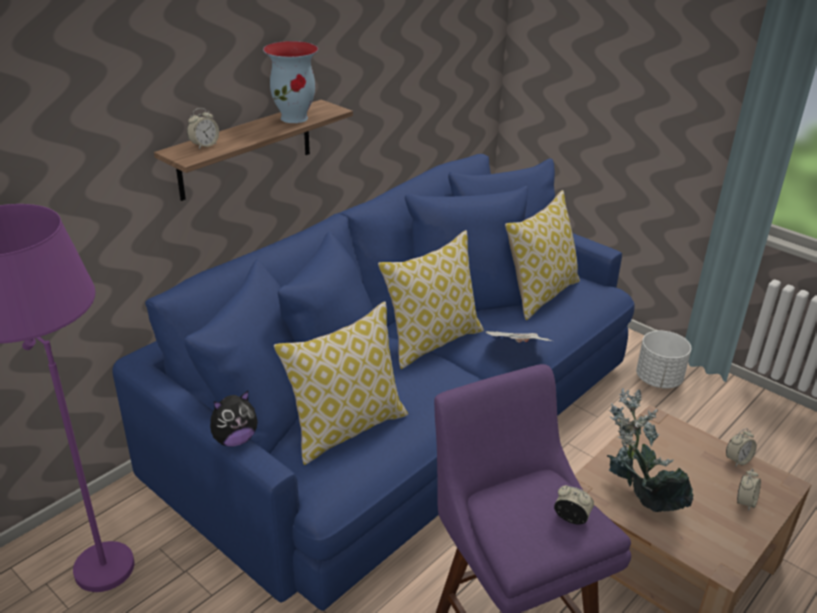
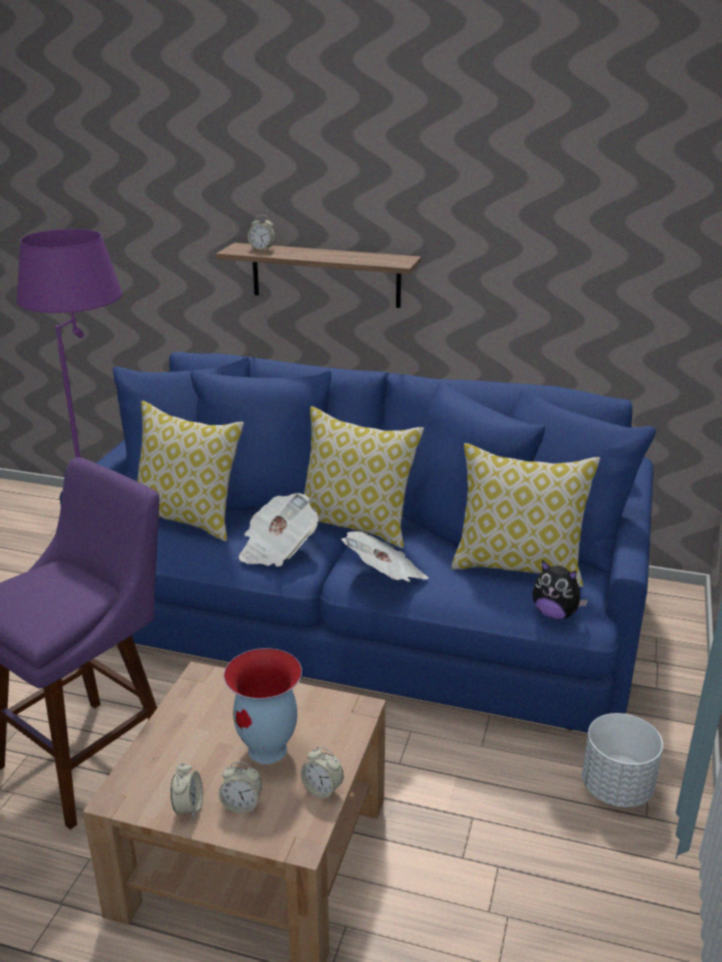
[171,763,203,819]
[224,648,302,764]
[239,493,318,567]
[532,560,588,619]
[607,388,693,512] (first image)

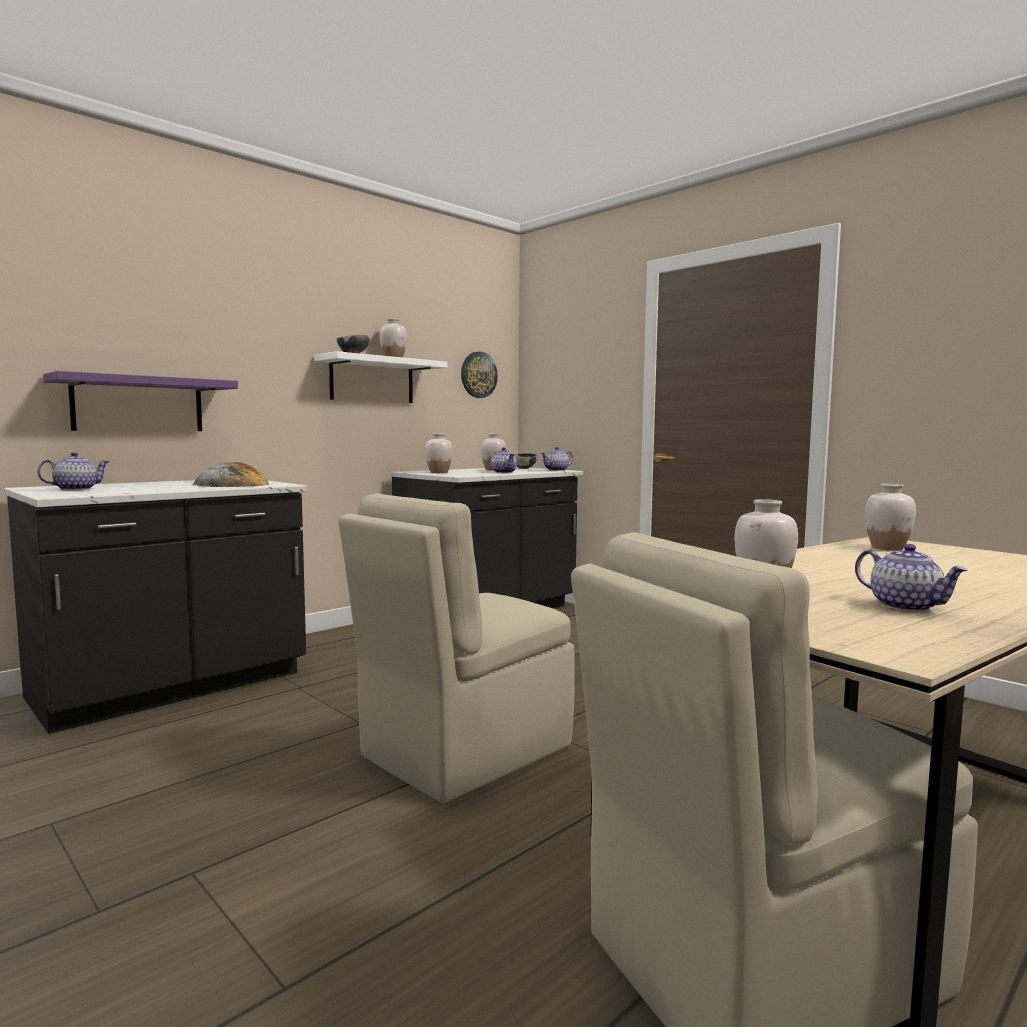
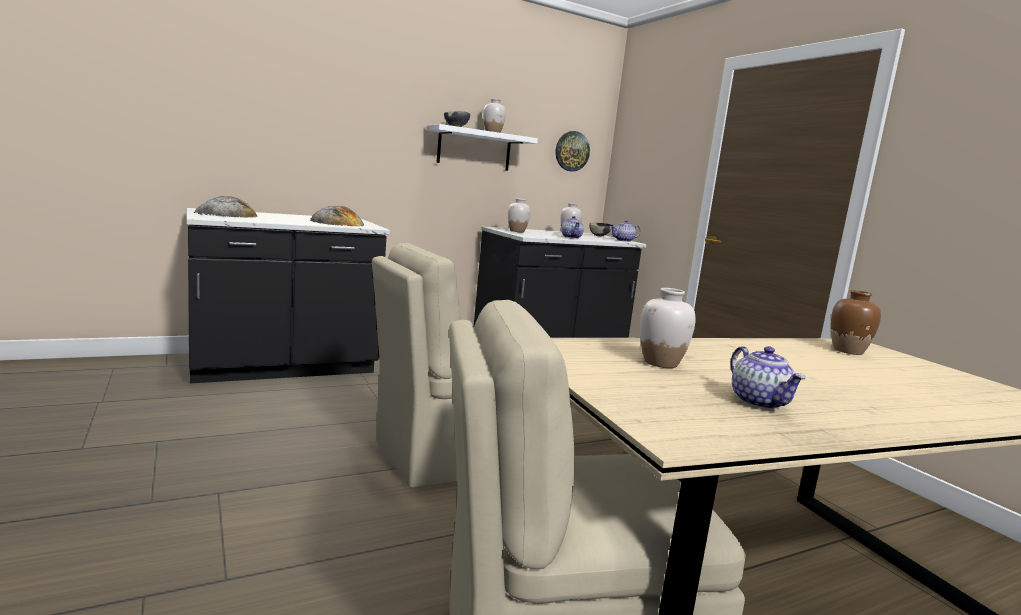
[194,196,257,217]
[831,290,881,355]
[43,371,238,431] (first image)

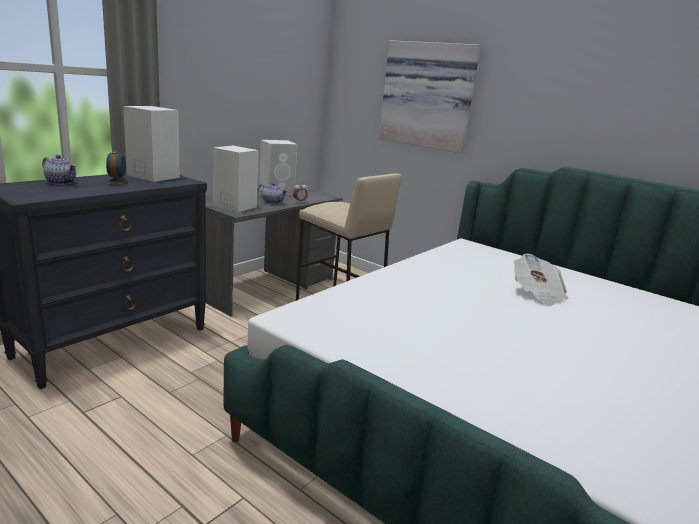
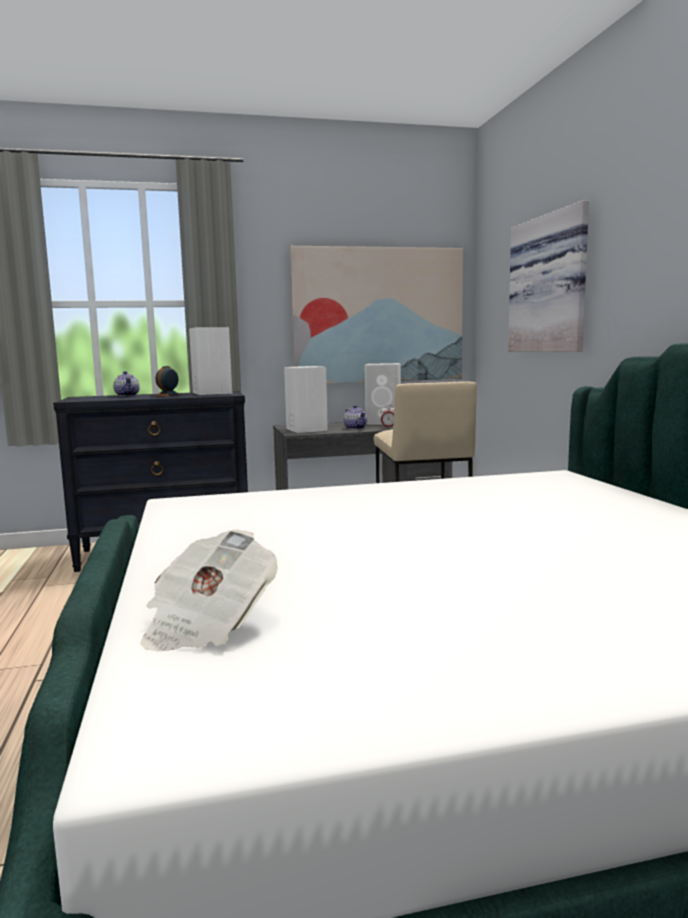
[141,530,278,651]
[290,246,463,383]

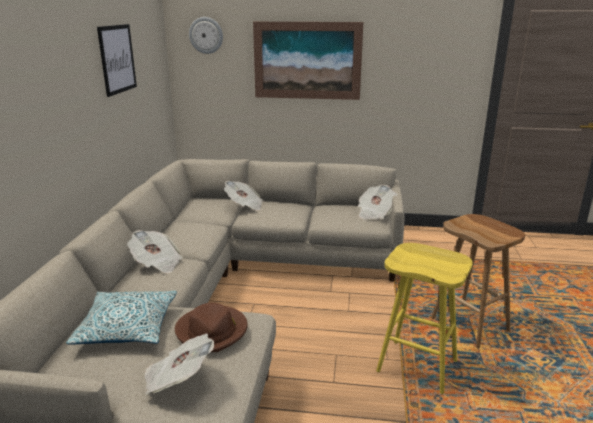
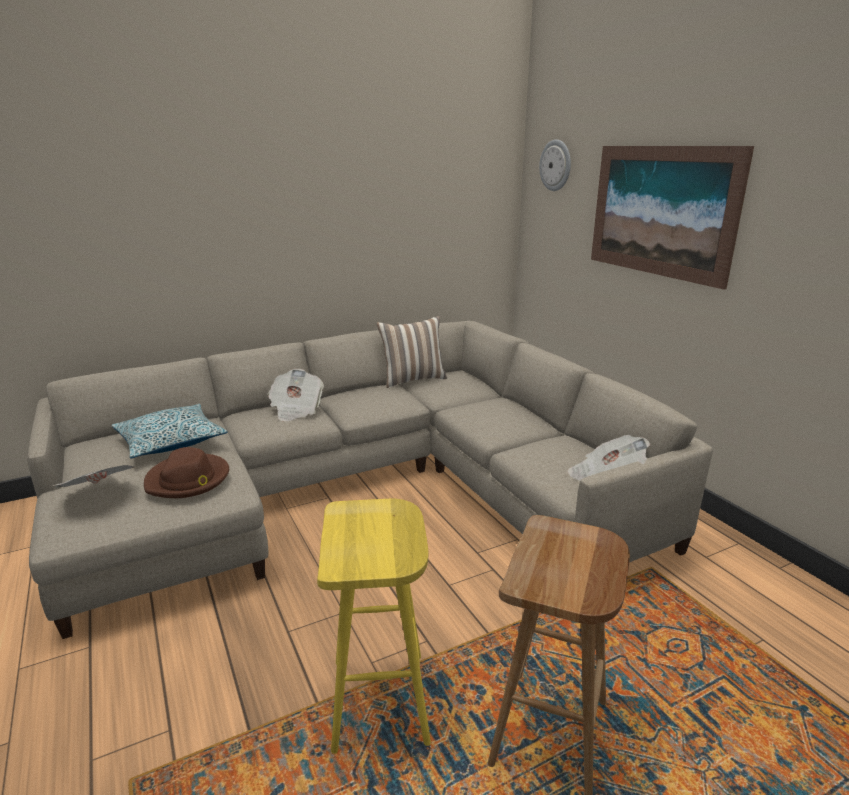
[377,316,447,388]
[97,24,137,97] (first image)
[224,181,263,211] (first image)

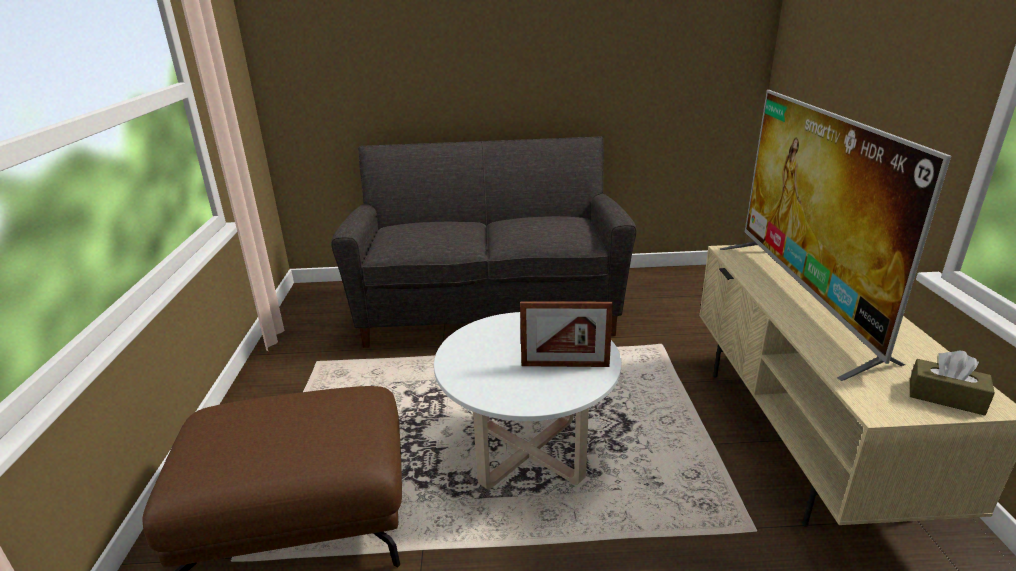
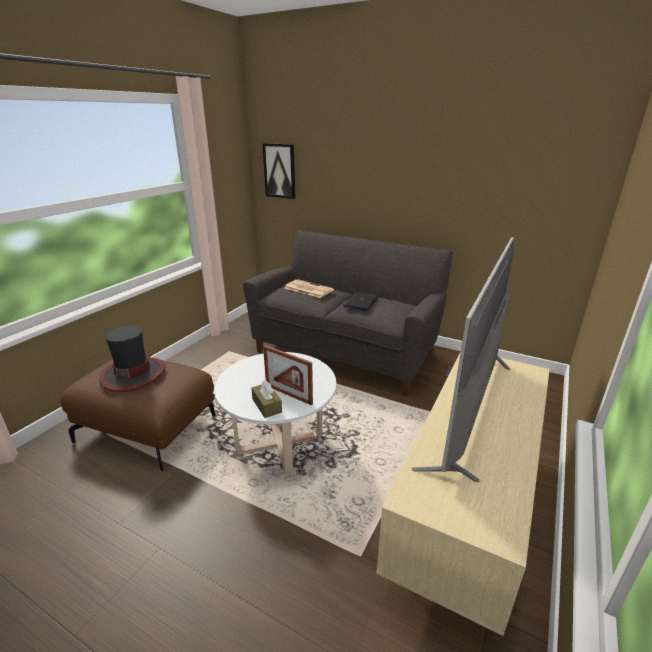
[99,326,166,392]
[251,380,282,418]
[262,143,295,199]
[284,279,334,298]
[343,292,379,311]

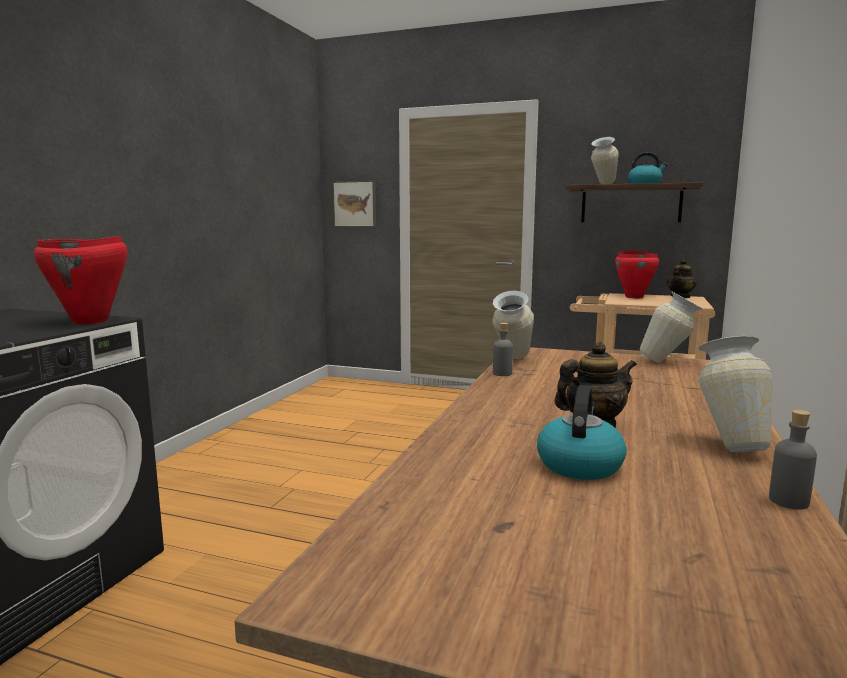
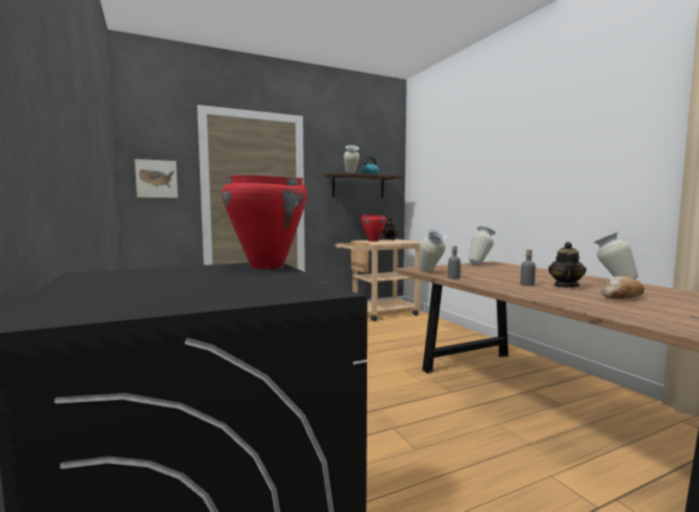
[520,250,536,286]
[600,276,644,299]

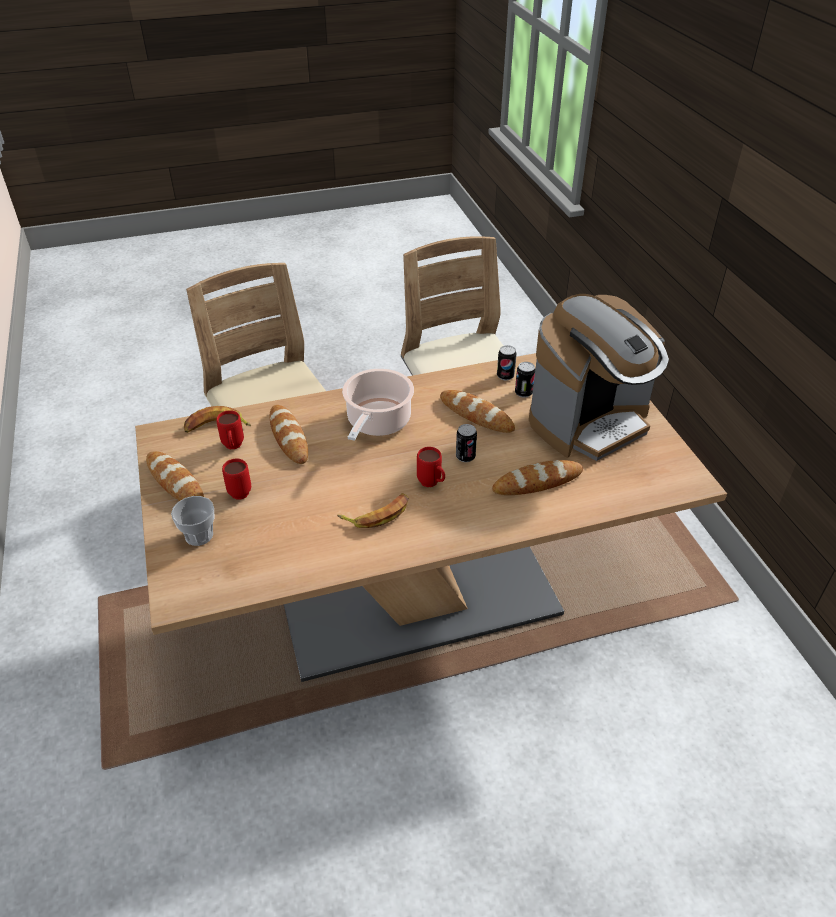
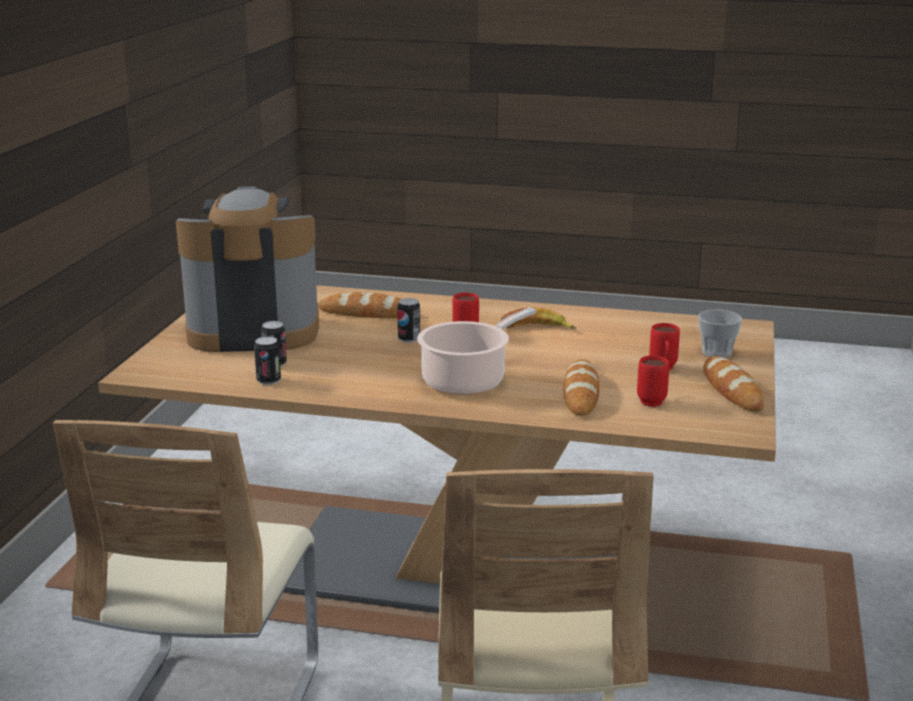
[184,406,251,433] (first image)
[440,390,515,433] (first image)

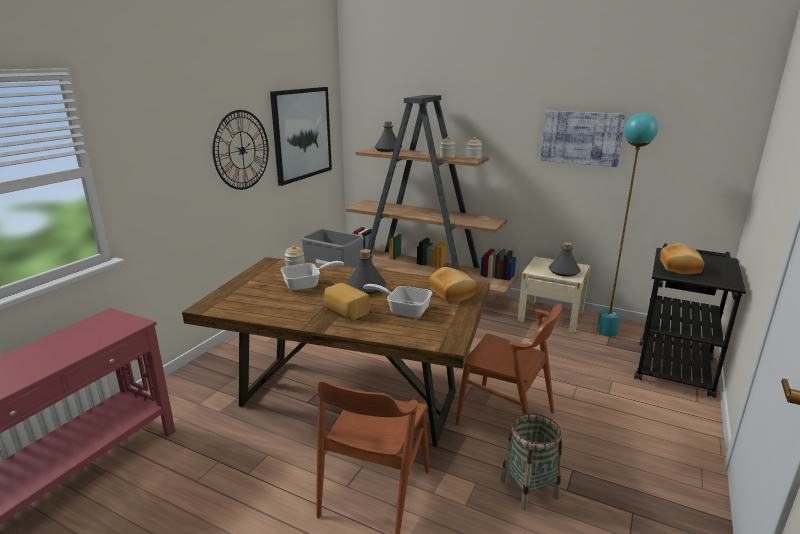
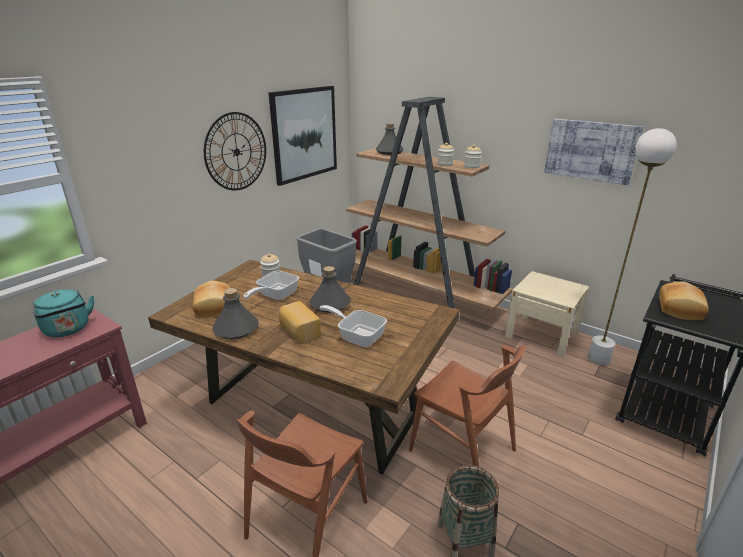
[32,289,94,337]
[193,281,231,318]
[212,288,259,339]
[244,271,299,300]
[588,128,677,366]

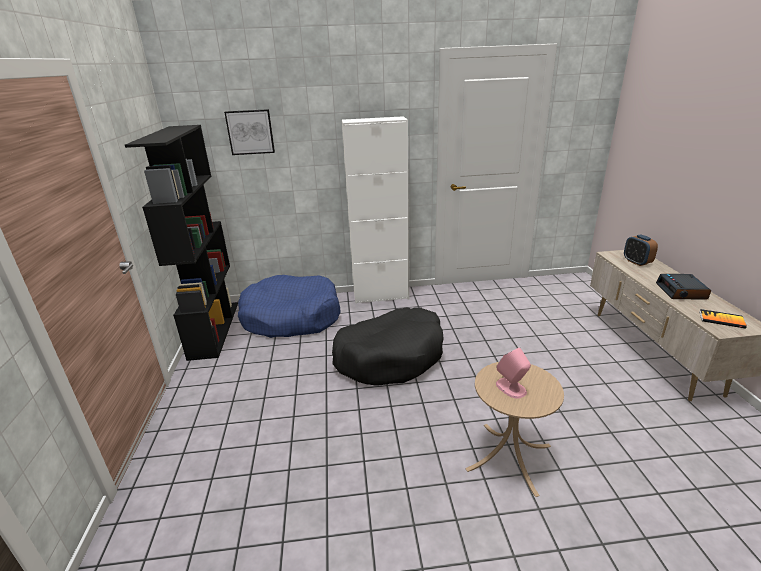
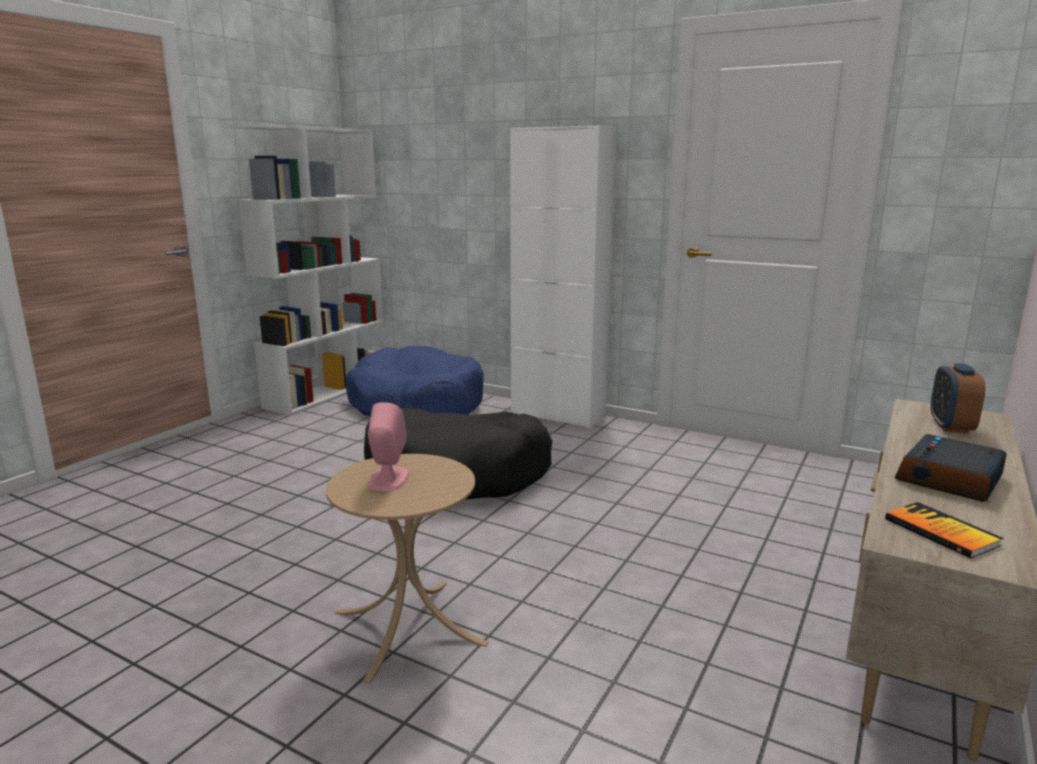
[230,123,383,416]
[224,109,275,155] (first image)

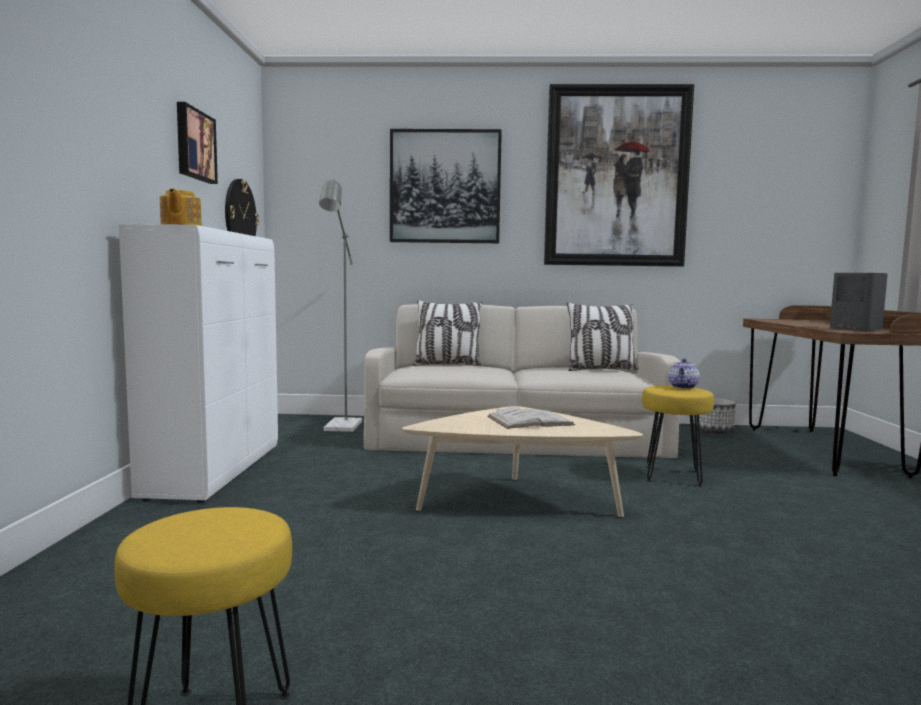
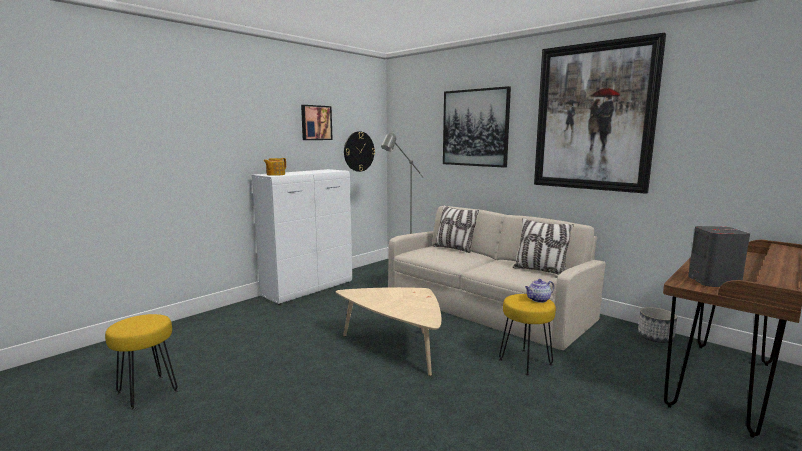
[487,407,575,429] (first image)

